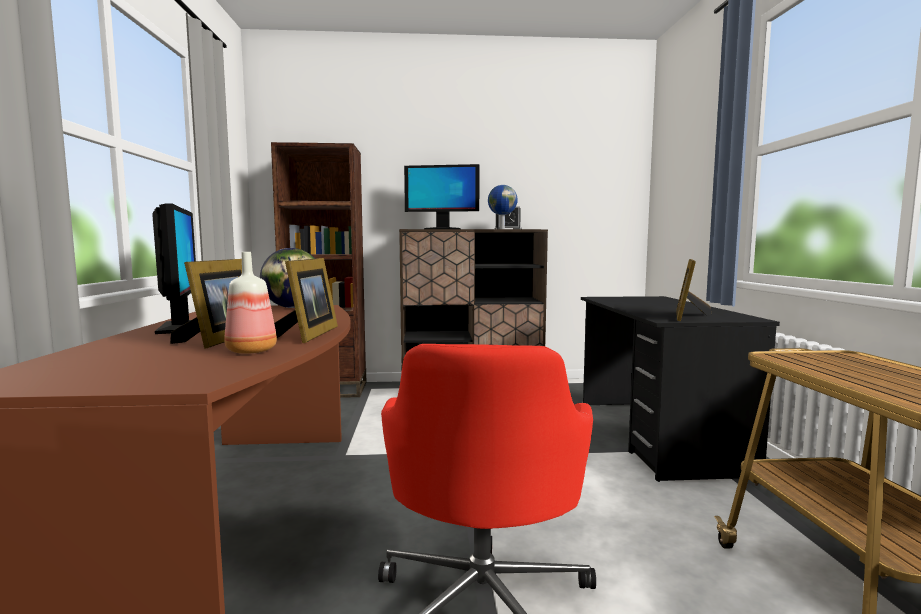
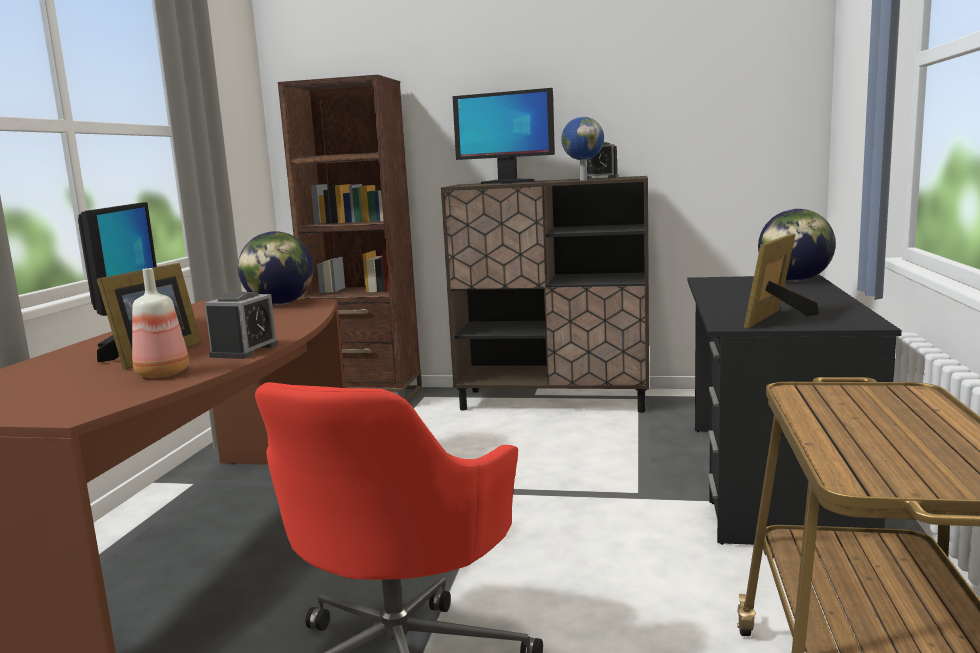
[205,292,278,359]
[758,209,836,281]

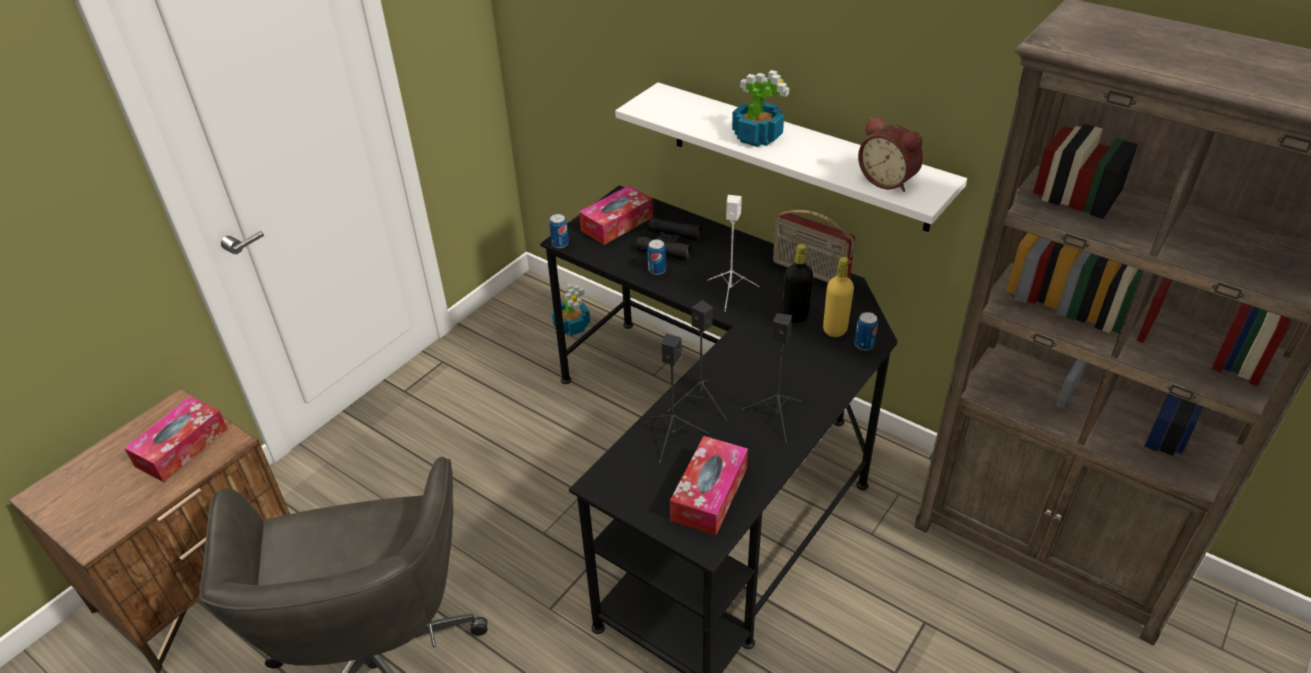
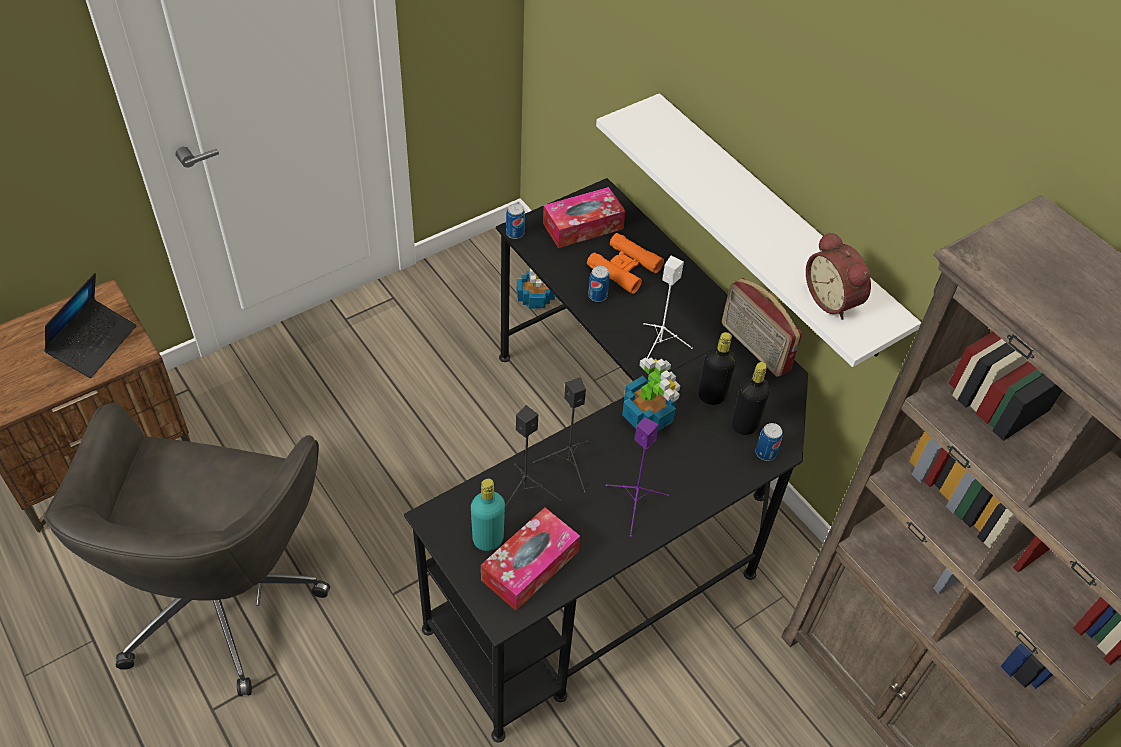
[44,273,137,378]
[471,479,505,551]
[587,233,664,294]
[606,417,669,537]
[622,357,680,431]
[732,362,770,435]

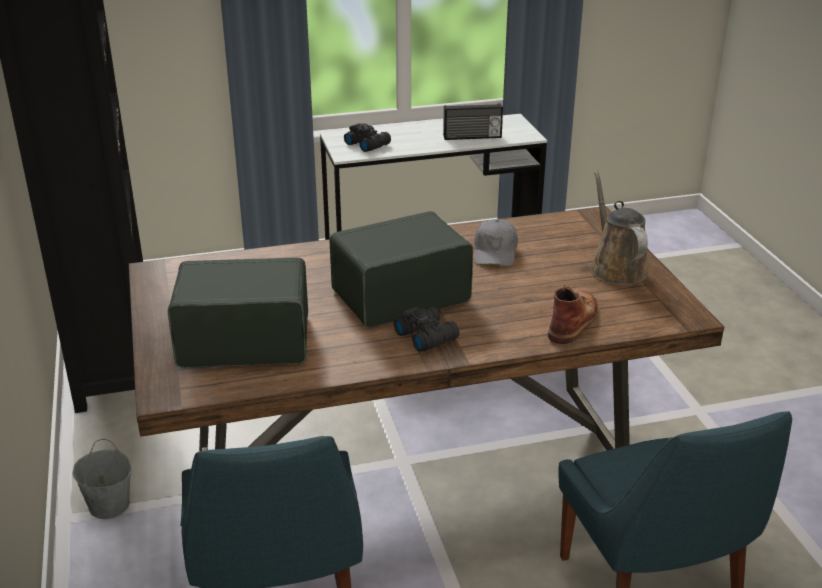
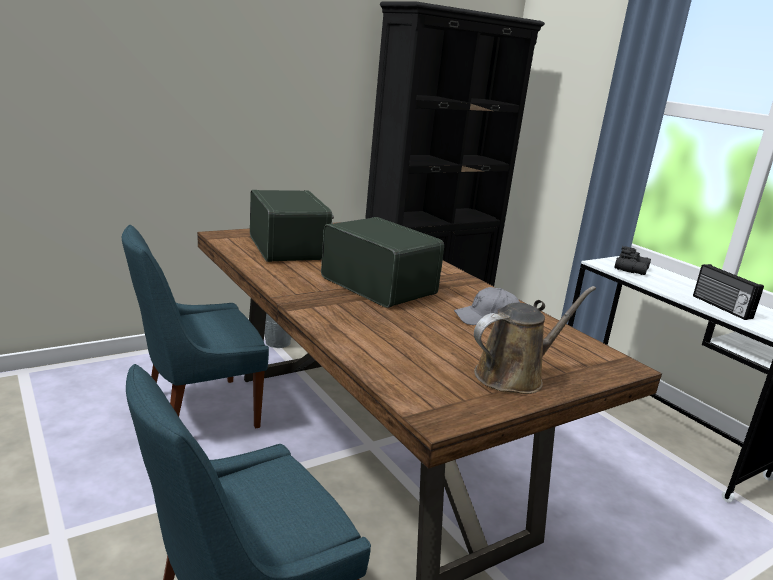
[394,307,460,352] (first image)
[548,285,598,344] (first image)

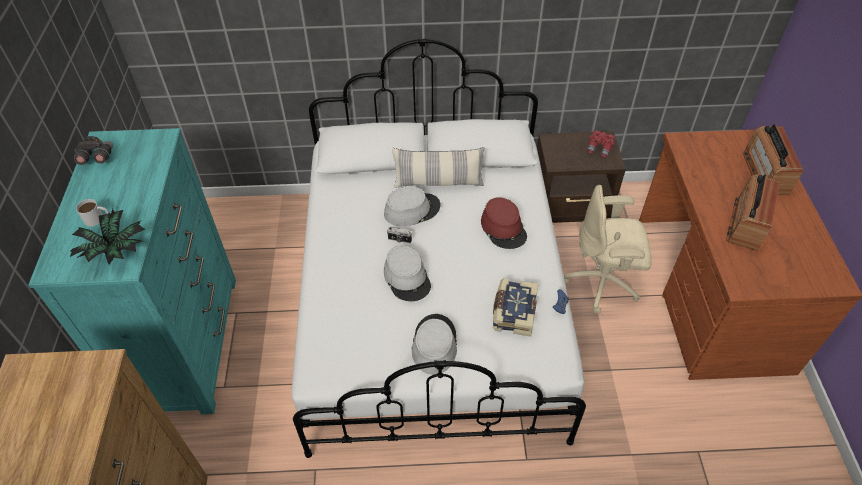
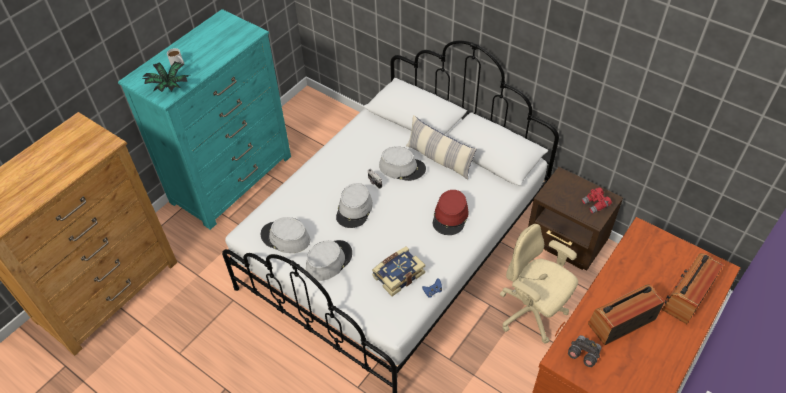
[261,217,310,253]
[568,335,602,367]

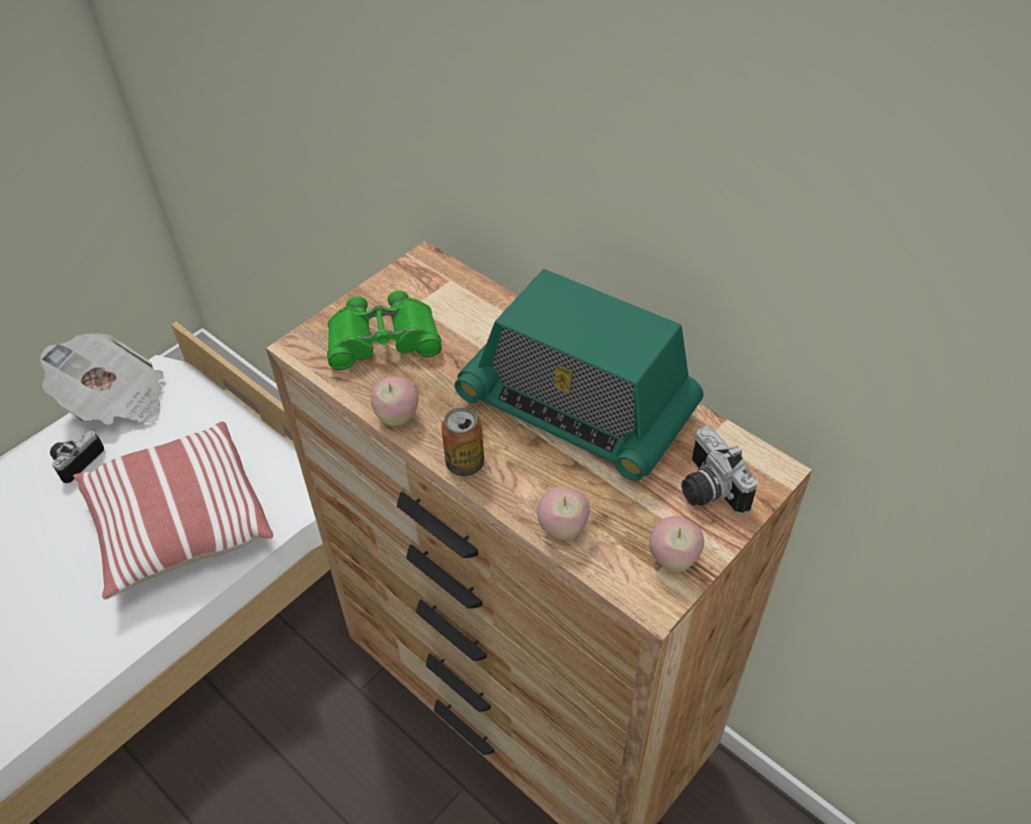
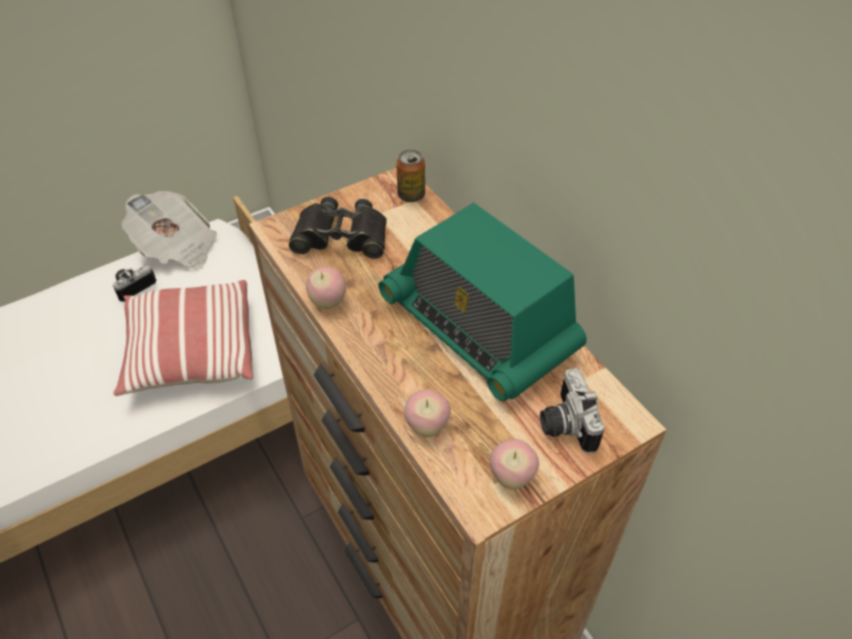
[289,197,387,259]
[396,150,425,202]

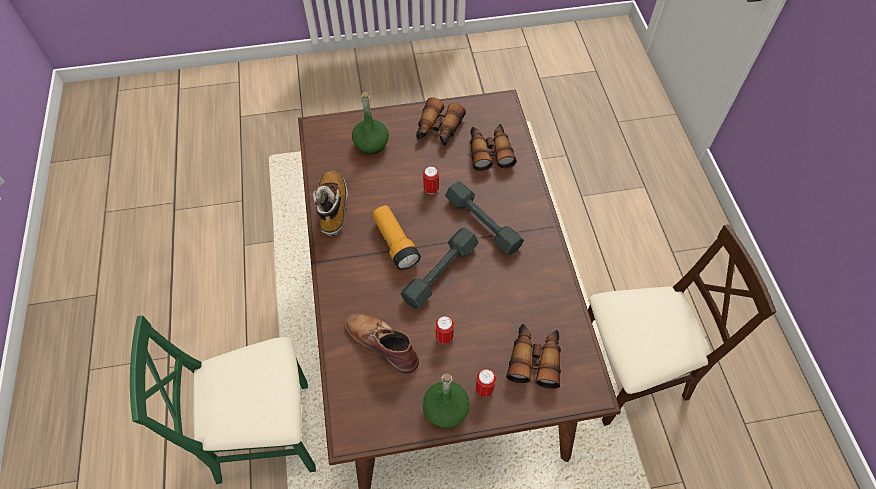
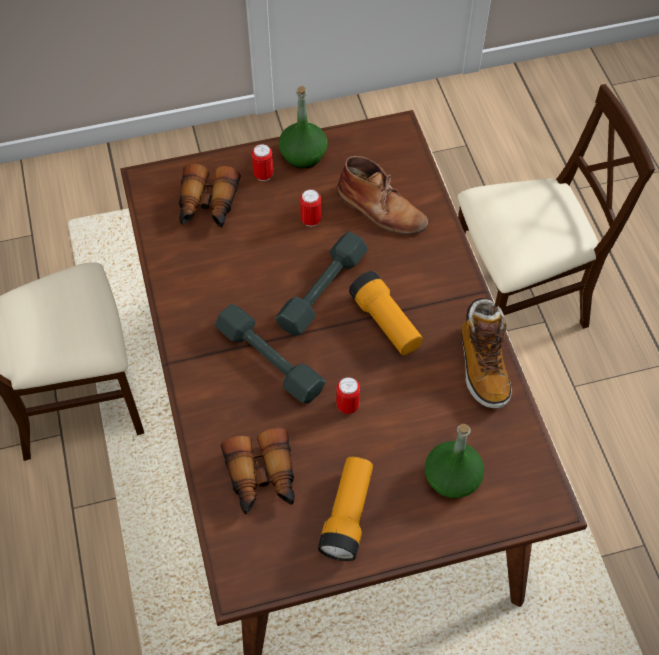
[318,457,373,561]
[457,84,655,329]

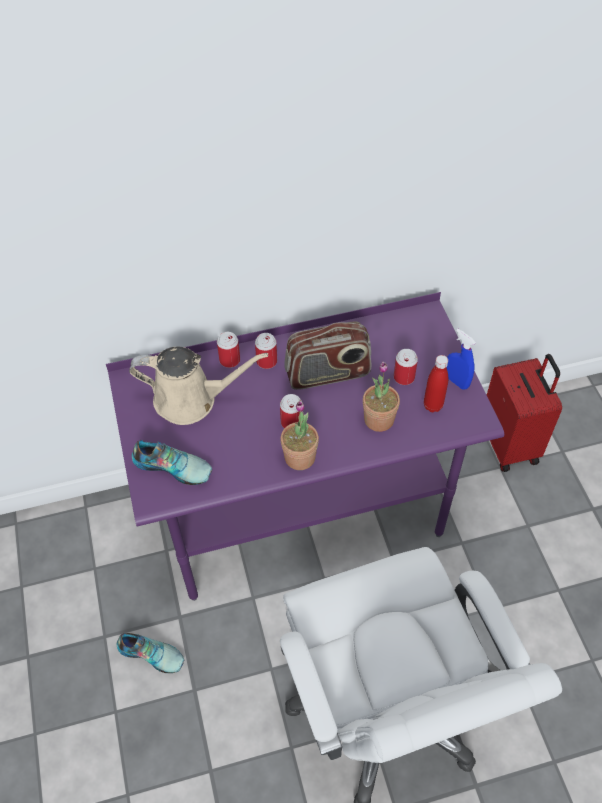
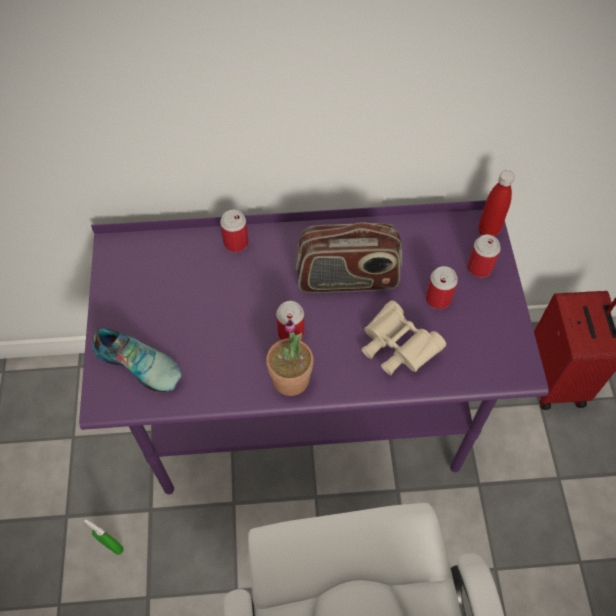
[84,519,123,555]
[361,301,446,375]
[467,235,501,277]
[478,170,515,237]
[129,347,268,425] (first image)
[446,329,476,390] (first image)

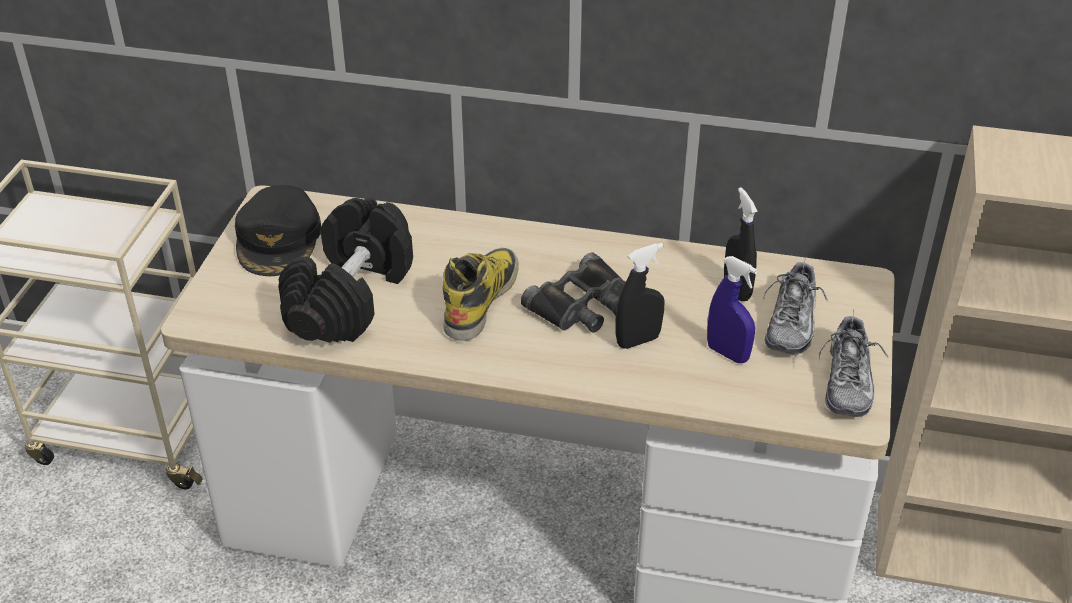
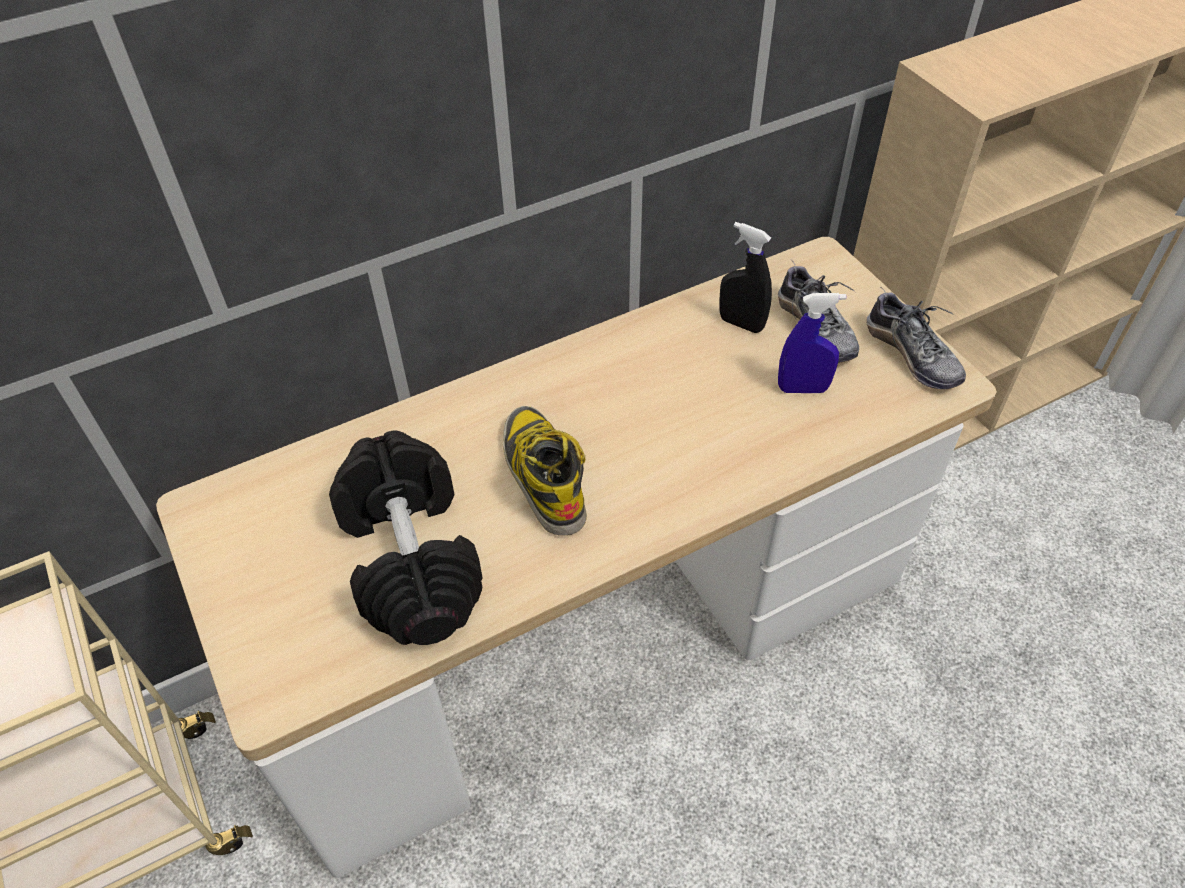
[235,185,321,276] (first image)
[521,252,626,333] (first image)
[616,243,665,349] (first image)

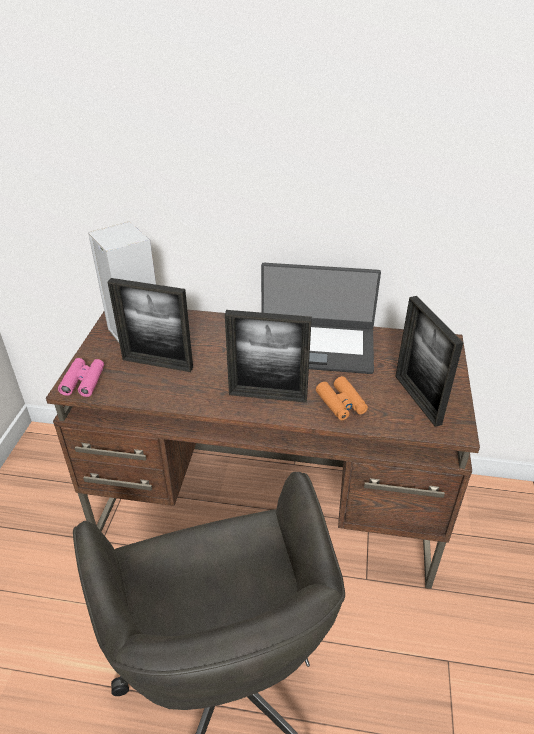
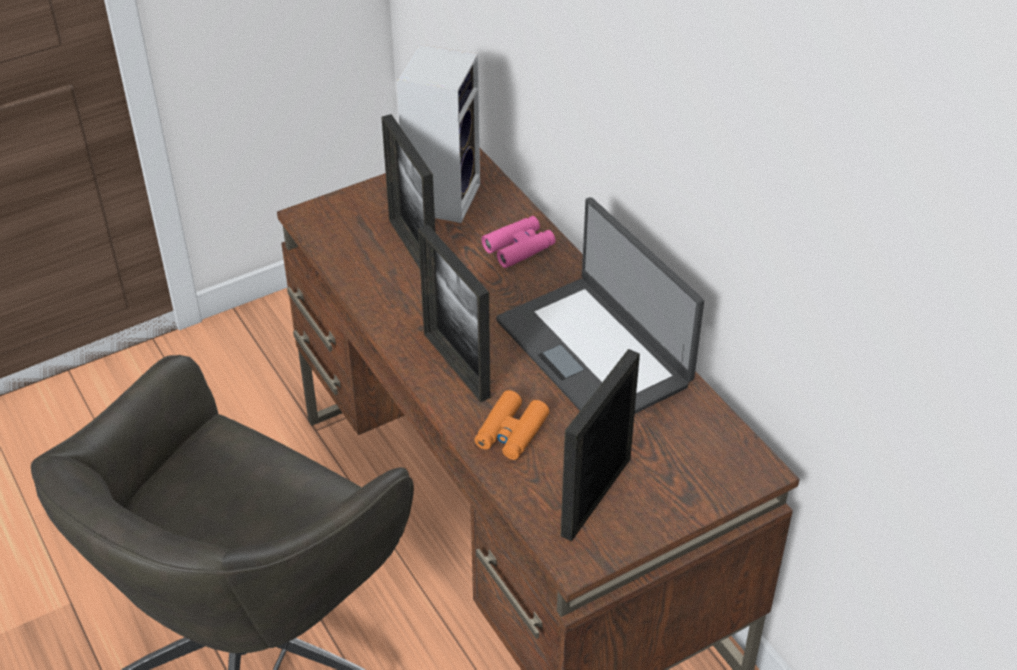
[482,216,556,268]

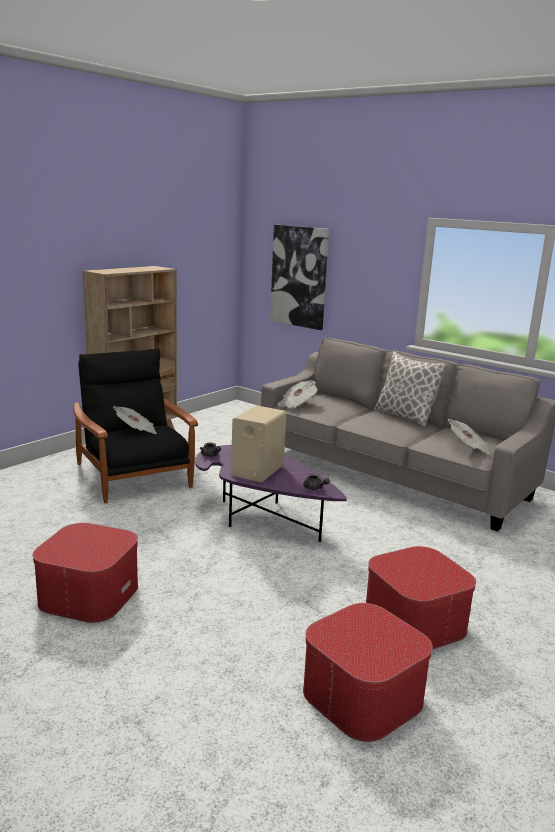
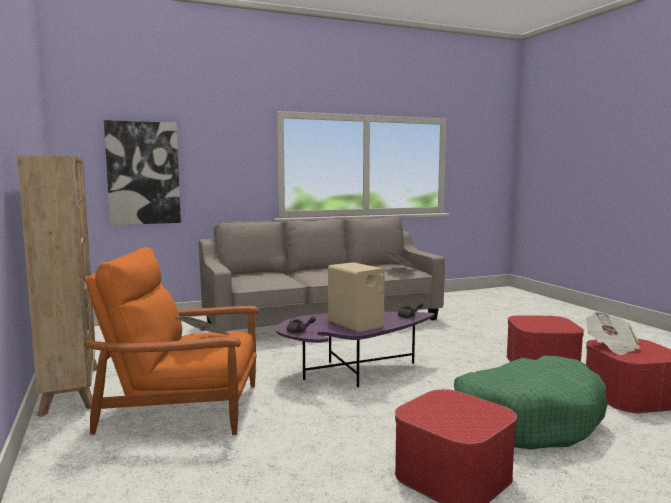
[84,247,259,435]
[454,355,607,449]
[586,312,640,355]
[374,351,447,427] (first image)

